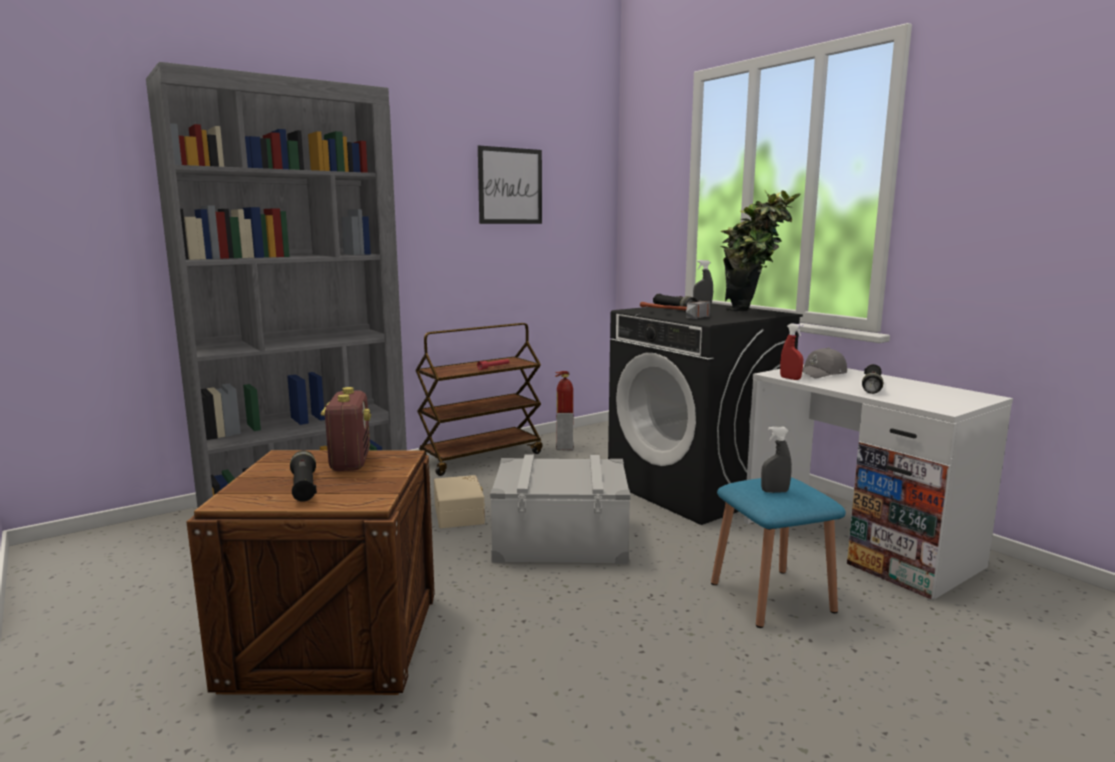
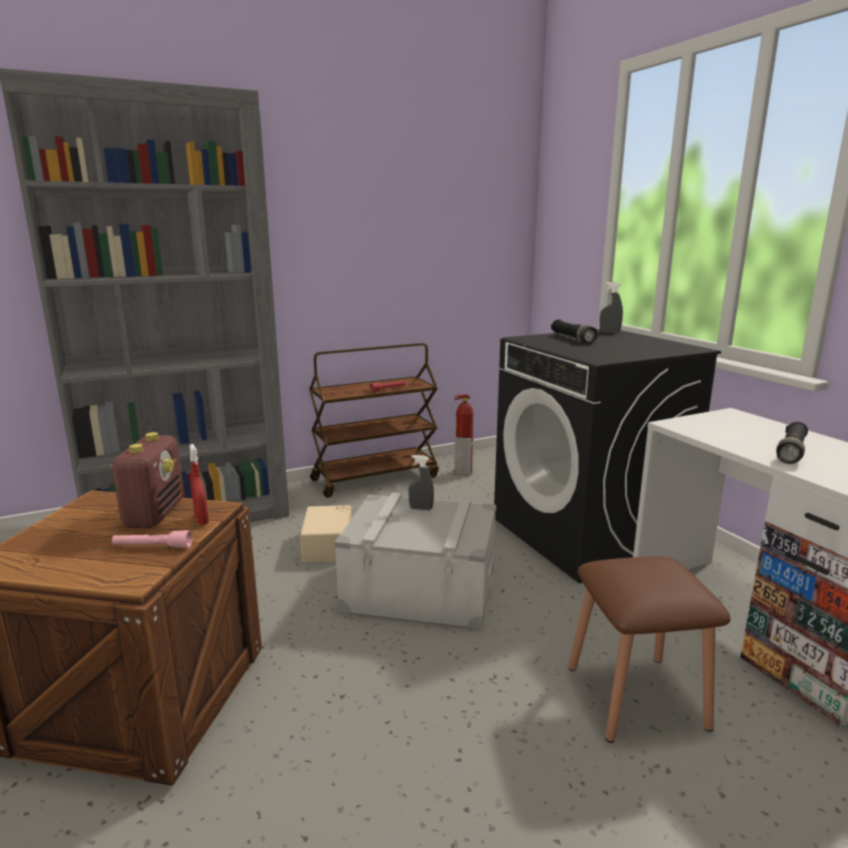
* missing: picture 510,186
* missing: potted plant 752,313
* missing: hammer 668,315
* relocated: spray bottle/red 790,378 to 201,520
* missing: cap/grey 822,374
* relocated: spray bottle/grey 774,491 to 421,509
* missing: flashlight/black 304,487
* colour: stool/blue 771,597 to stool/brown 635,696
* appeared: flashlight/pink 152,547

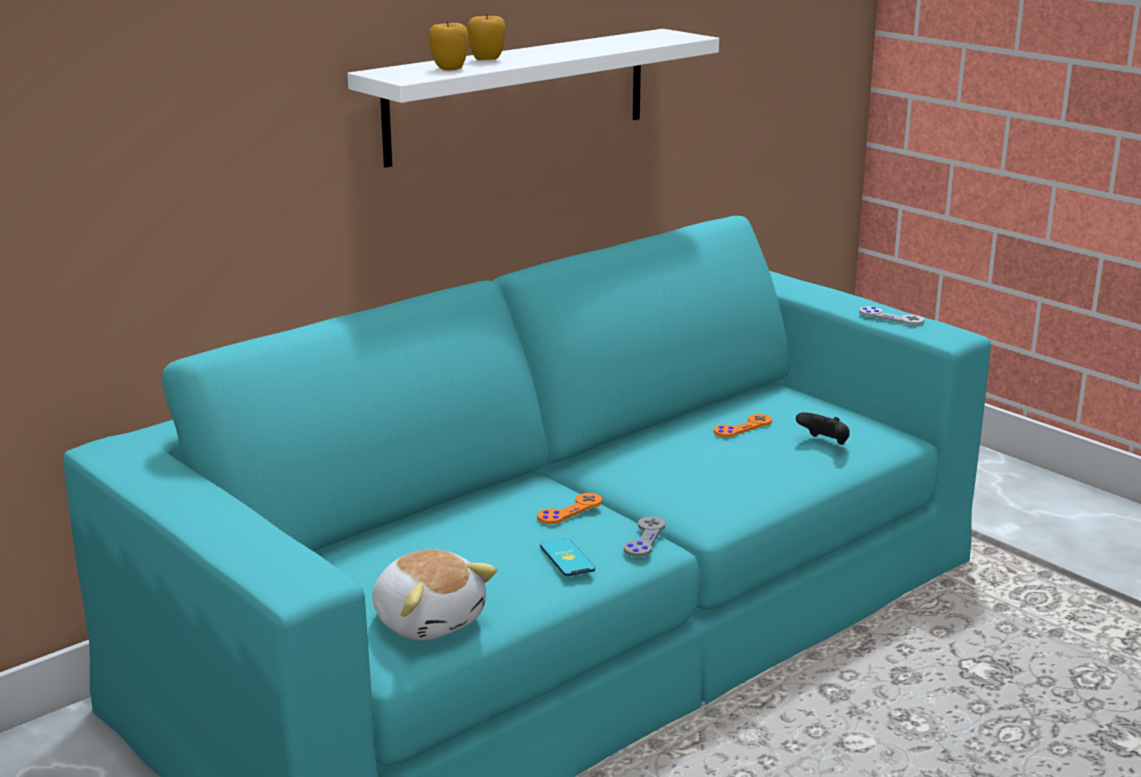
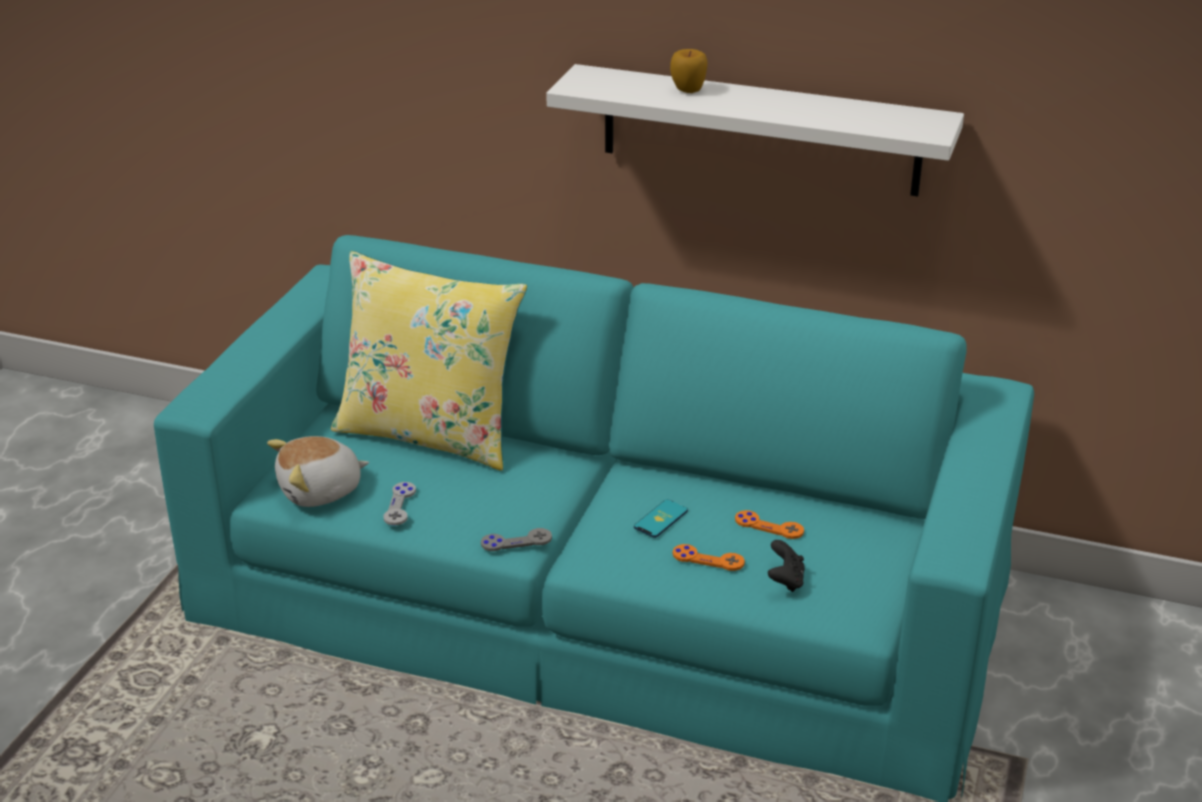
* missing: apple 449,68
* relocated: game controller/grey 891,317 to 400,505
* relocated: game controller/orange 570,510 to 708,559
* relocated: phone 567,558 to 661,519
* spun: plush toy 429,620 = 320,491 45 degrees clockwise
* appeared: pillow/yellow 430,433

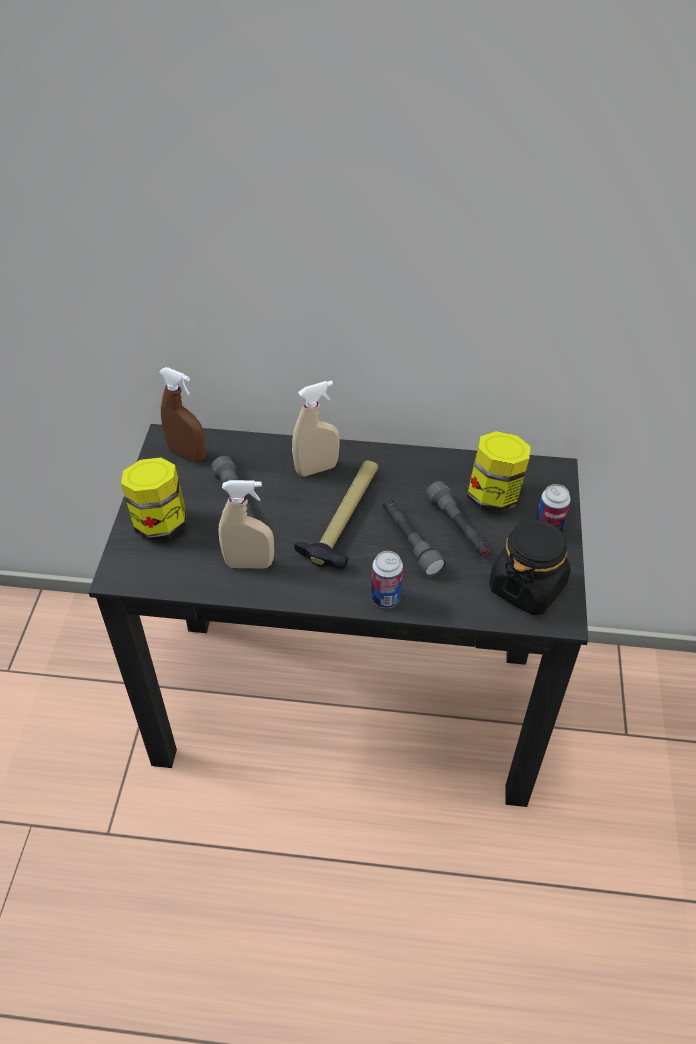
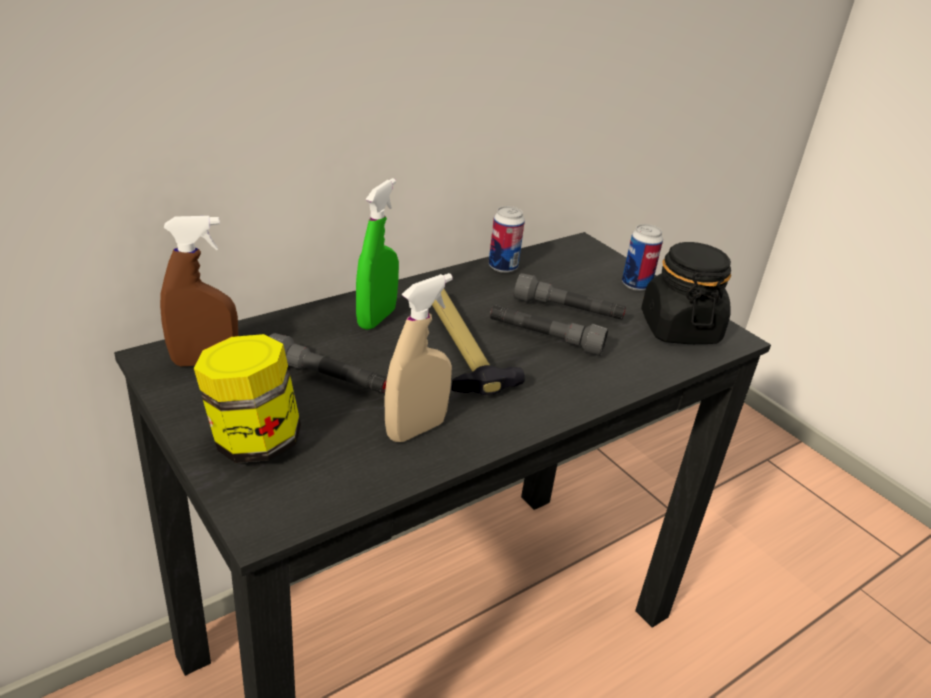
* colour: spray bottle/beige 316,469 to spray bottle/green 376,318
* missing: jar 494,496
* relocated: can 385,598 to 503,267

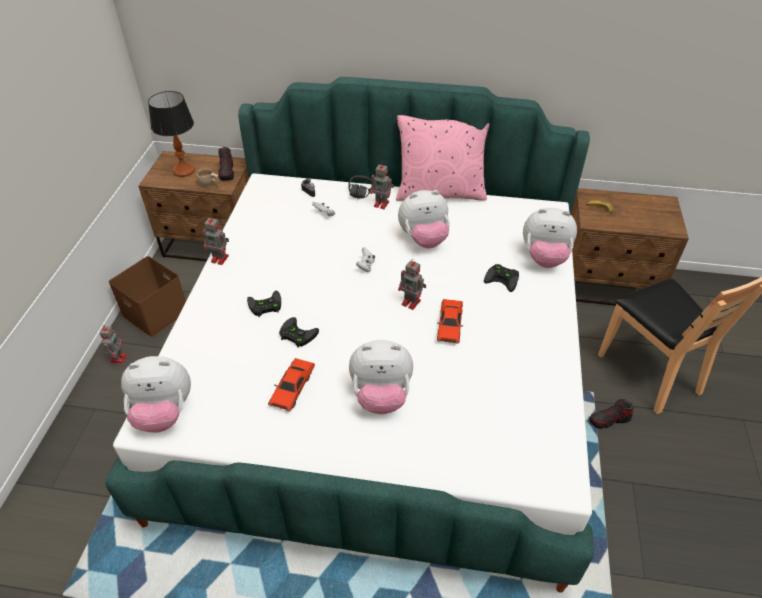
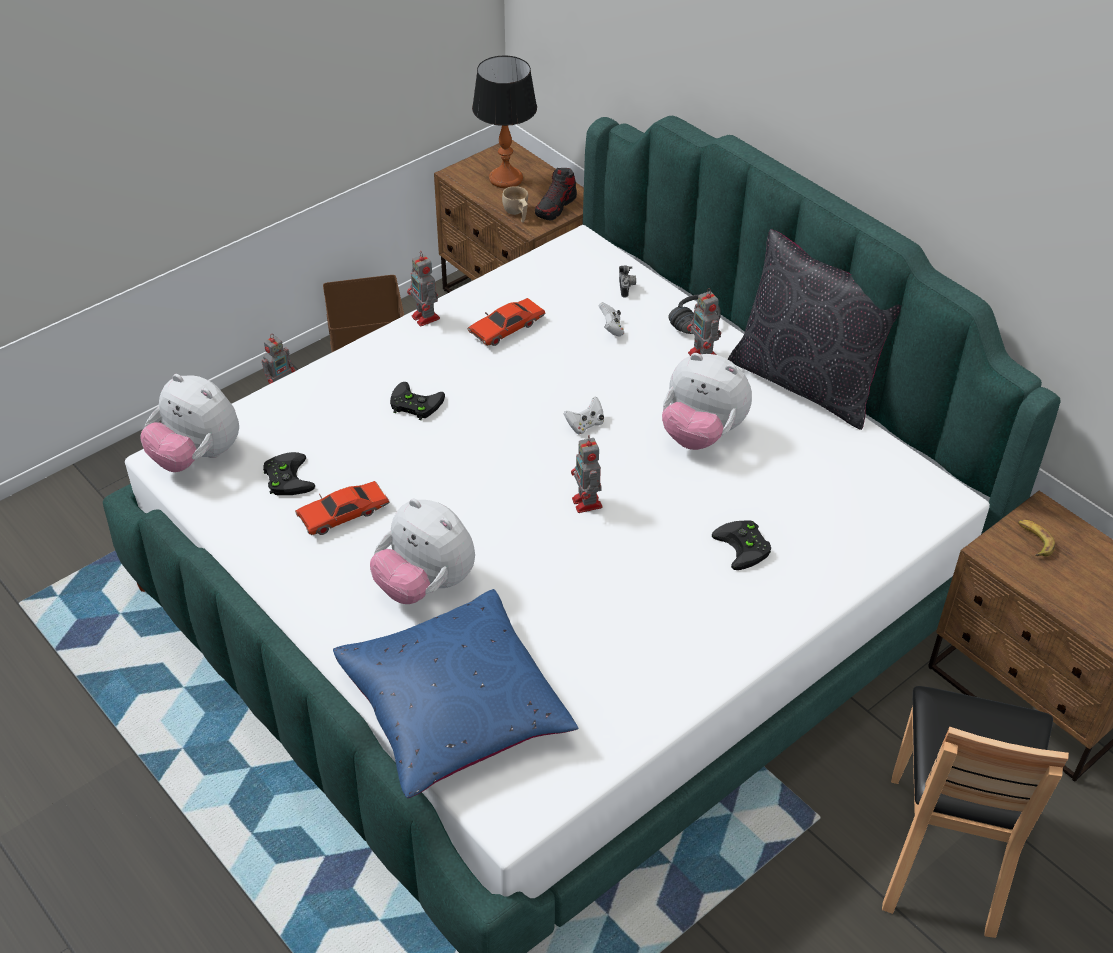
* colour: pillow/pink 440,192 to pillow/black 806,382
* missing: plush toy 544,258
* relocated: toy car/red 449,325 to 507,328
* relocated: game controller/black 296,334 to 286,477
* missing: shoe 609,420
* appeared: pillow/blue 454,708

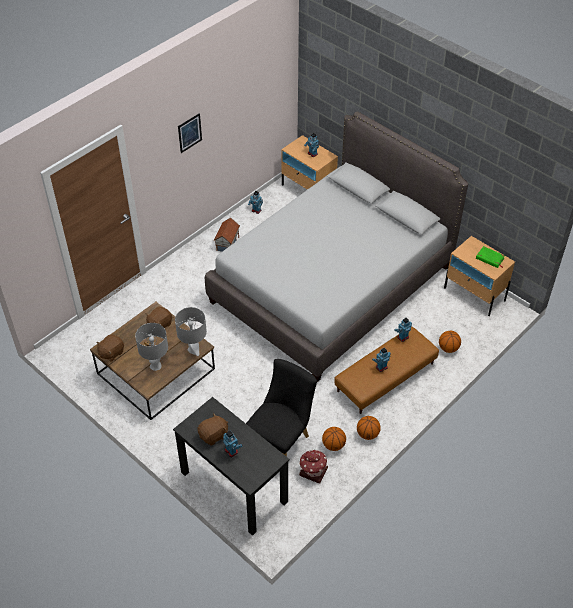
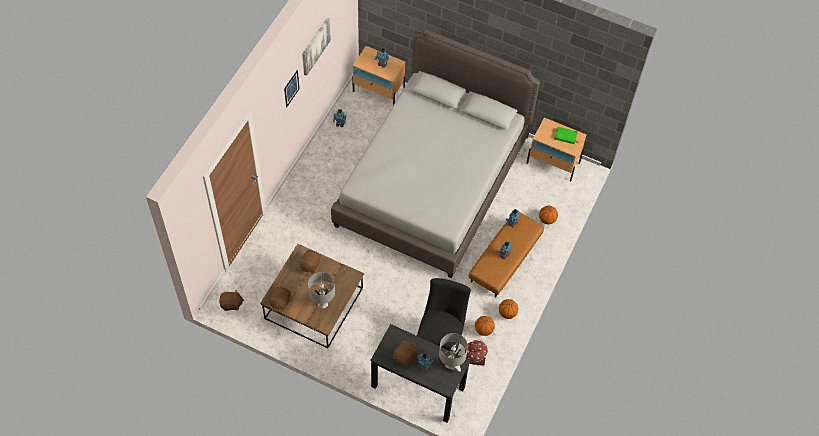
* missing: toy house 228,244
* relocated: table lamp/grey 193,350 to 451,364
* appeared: picture 315,46
* appeared: plush toy/brown 231,304

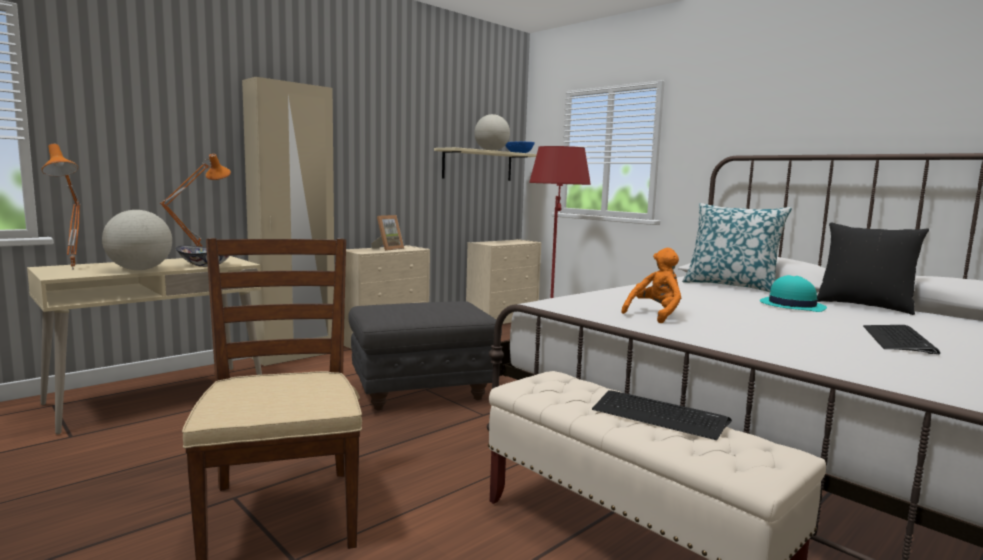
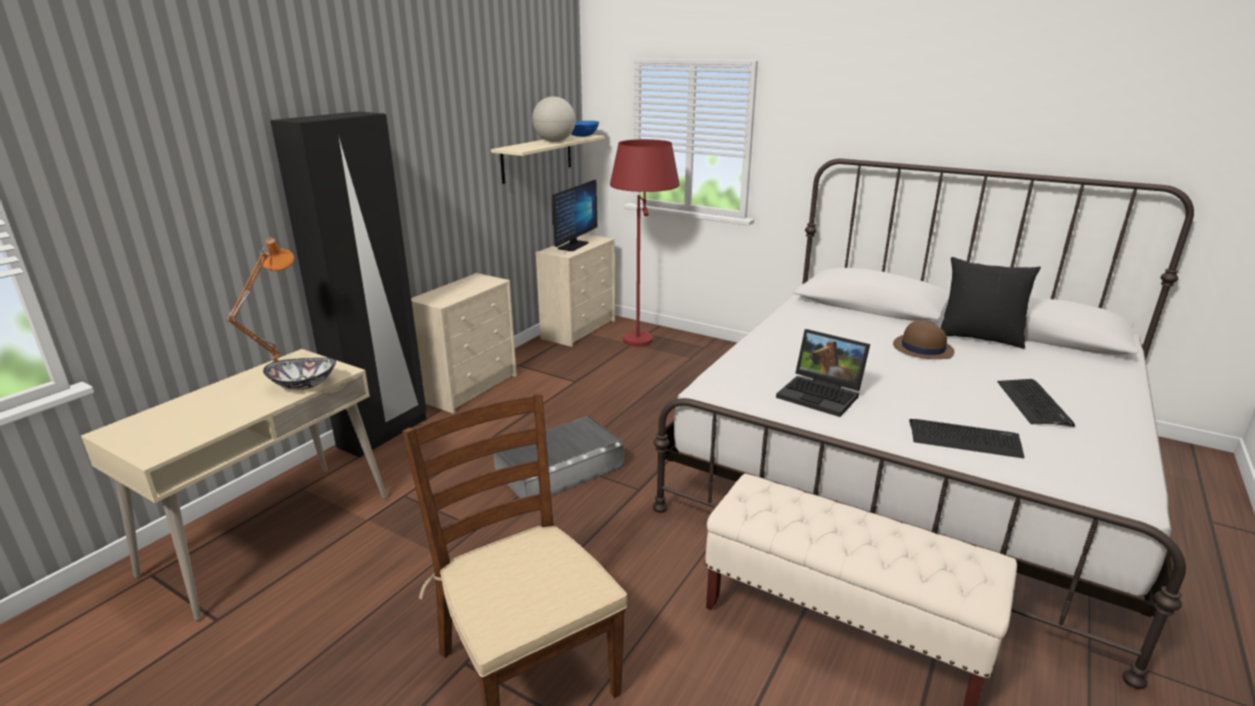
* colour: wardrobe/beige 294,355 to wardrobe/black 383,433
* missing: table lamp/orange 76,269
* missing: pillow 731,286
* missing: globe 140,269
* missing: picture frame 388,249
* exchanged: plush toy/orange 655,315 to laptop 822,394
* colour: hat/turquoise 791,305 to hat/brown 922,348
* exchanged: ottoman/grey 421,393 to storage box/grey 560,469
* relocated: keyboard 659,416 to 965,439
* appeared: monitor 573,246

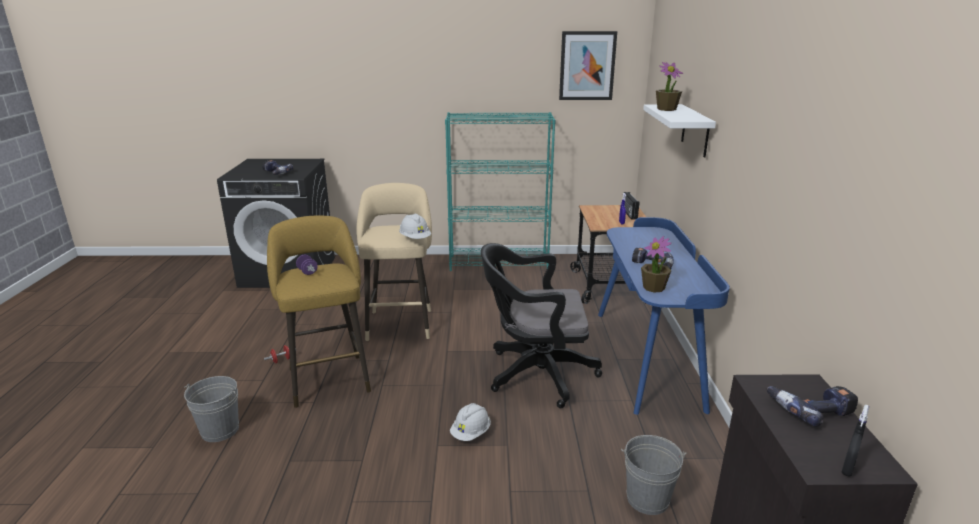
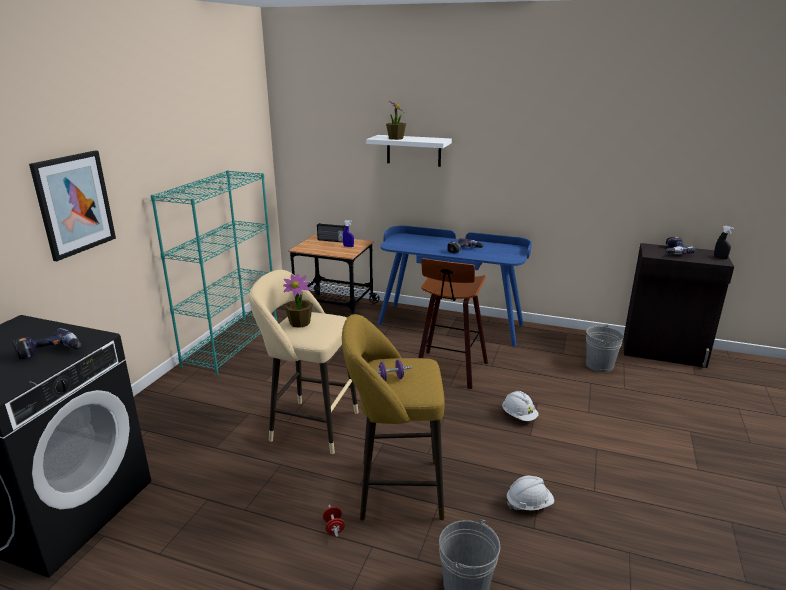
* relocated: picture 587,66 to 74,204
* relocated: hard hat/white 415,238 to 529,504
* relocated: potted plant 654,288 to 300,323
* exchanged: office chair/black 535,374 to stool 449,371

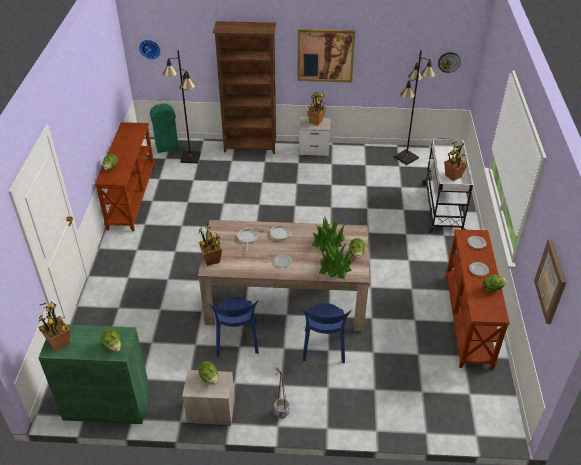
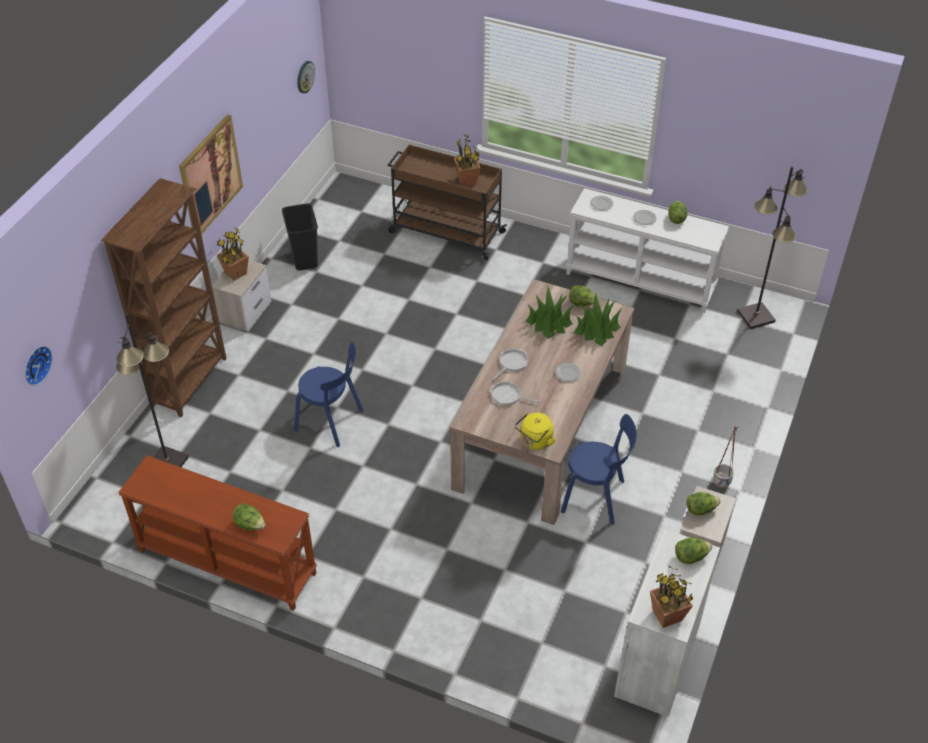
* relocated: floor lamp/black 406,158 to 756,316
* missing: trash can/green 167,148
* colour: cart/white 442,207 to cart/brown 445,232
* exchanged: potted plant 211,260 to kettle/yellow 535,442
* colour: console table/brown 469,320 to console table/white 641,280
* missing: picture 551,281
* relocated: chair/blue 324,348 to 332,421
* colour: cabinet/green 107,405 to cabinet/white 657,660
* appeared: trash can/black 304,259

